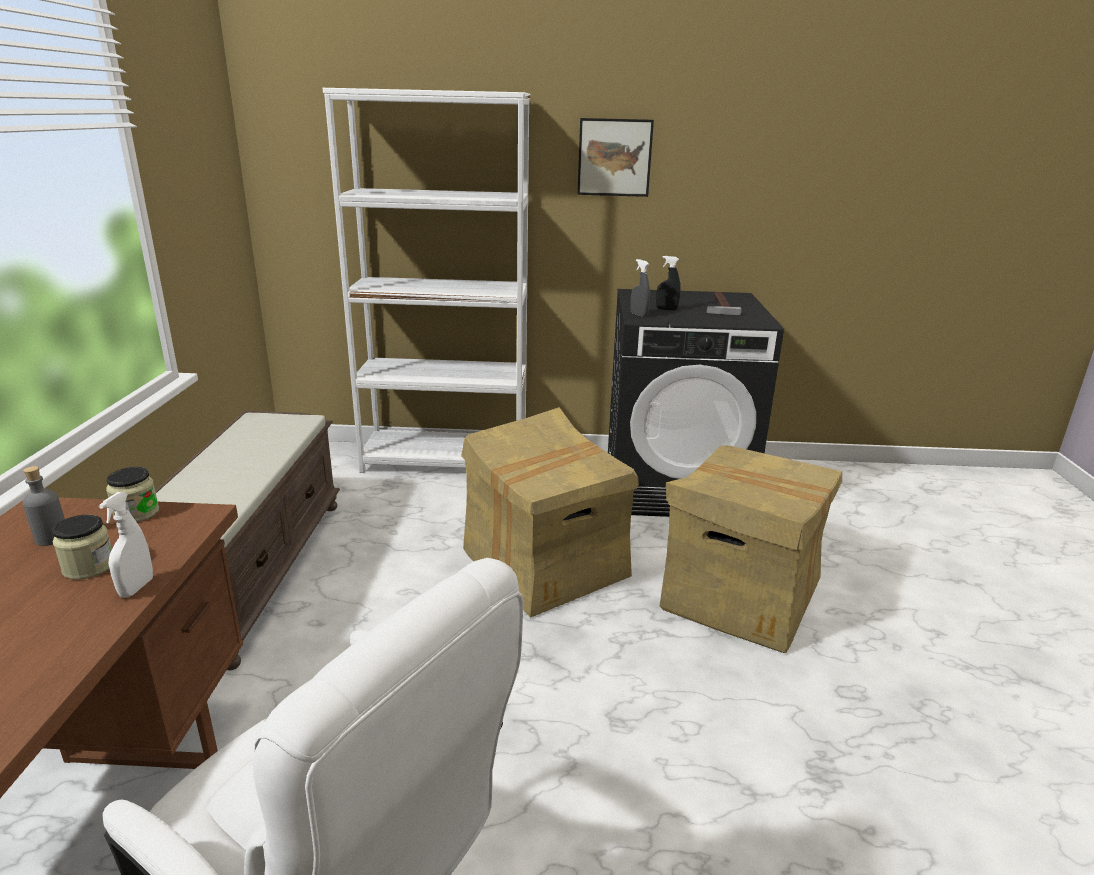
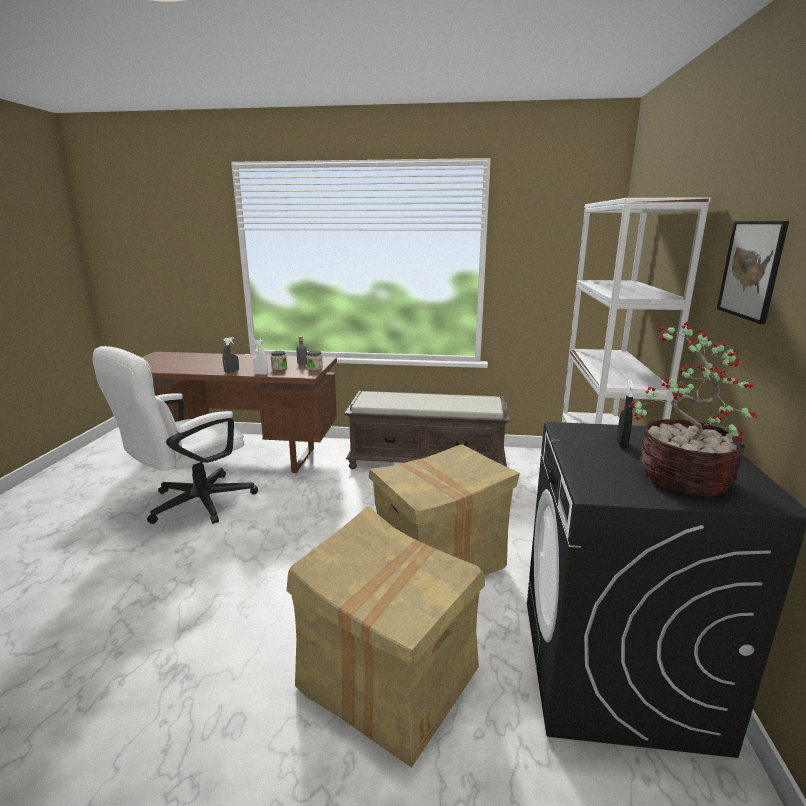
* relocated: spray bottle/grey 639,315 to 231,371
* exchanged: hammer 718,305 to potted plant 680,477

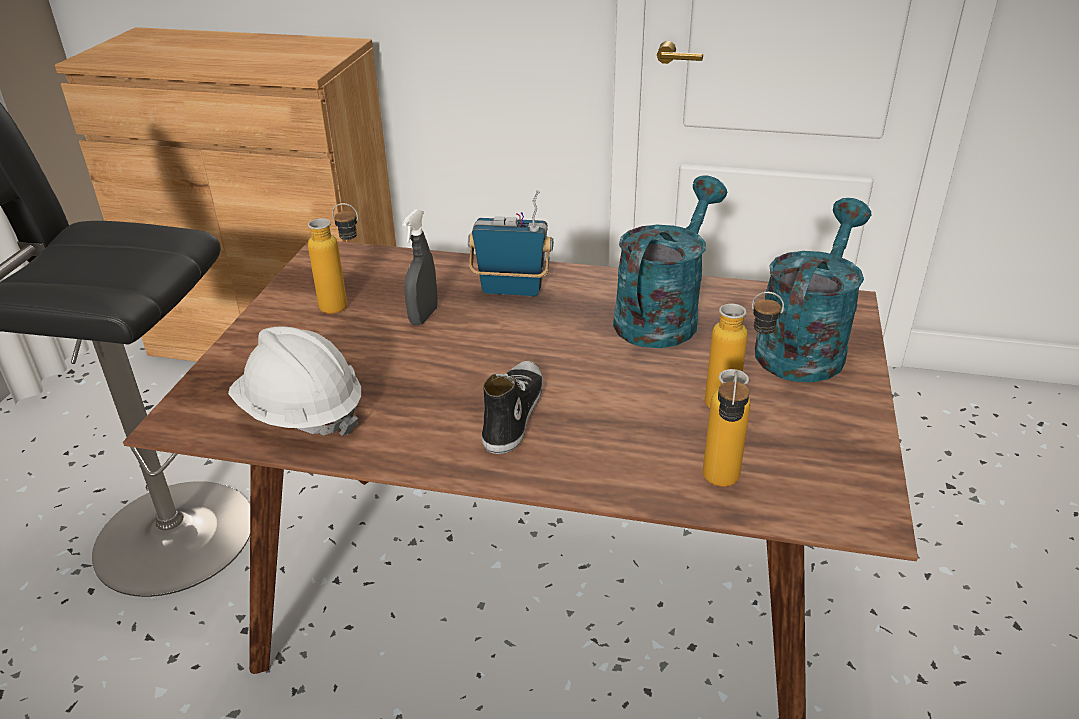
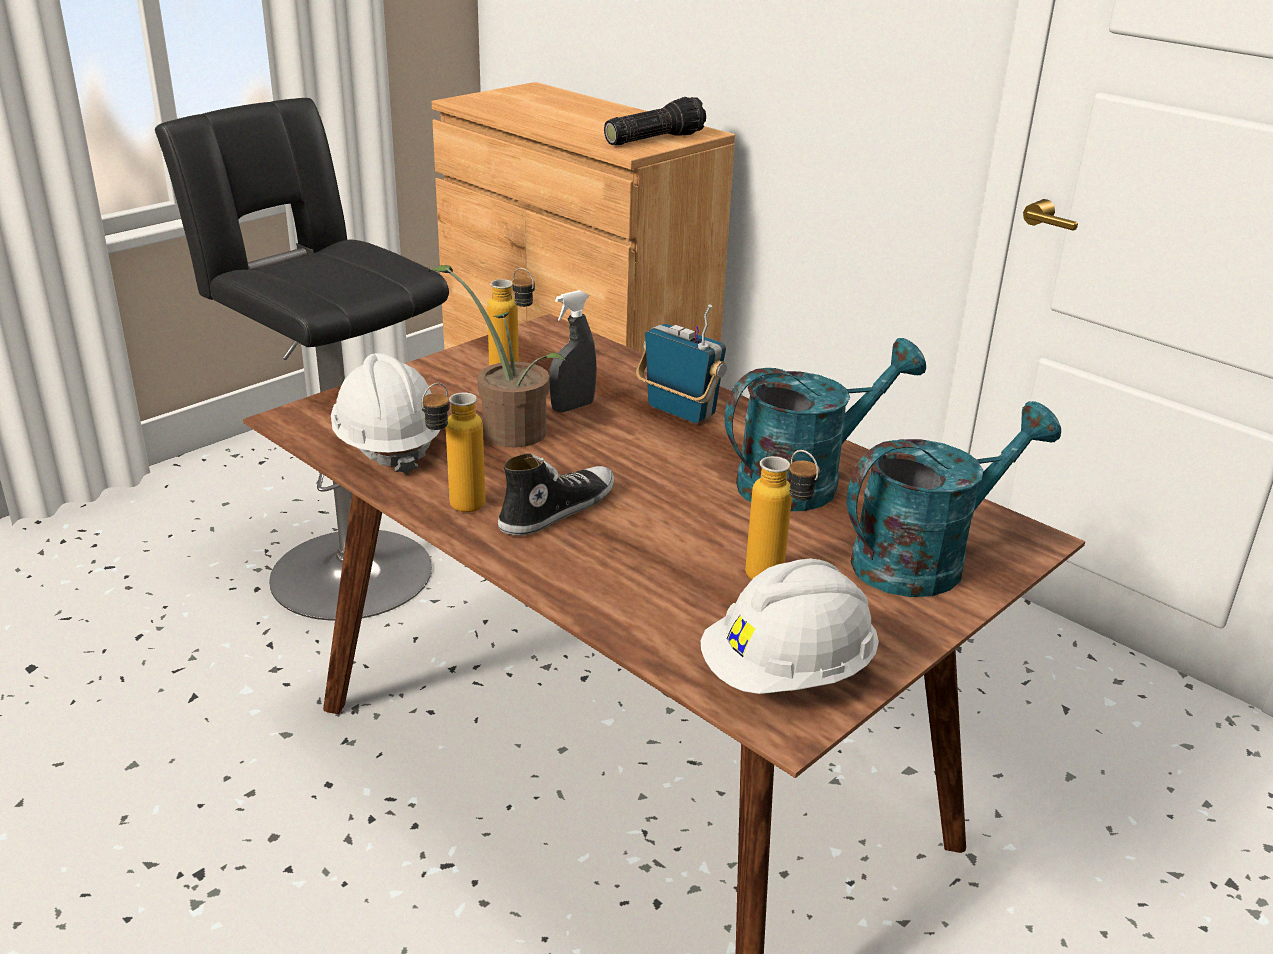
* relocated: bottle 720,486 to 455,510
* appeared: flashlight 653,138
* appeared: potted plant 507,428
* appeared: hard hat/white 788,674

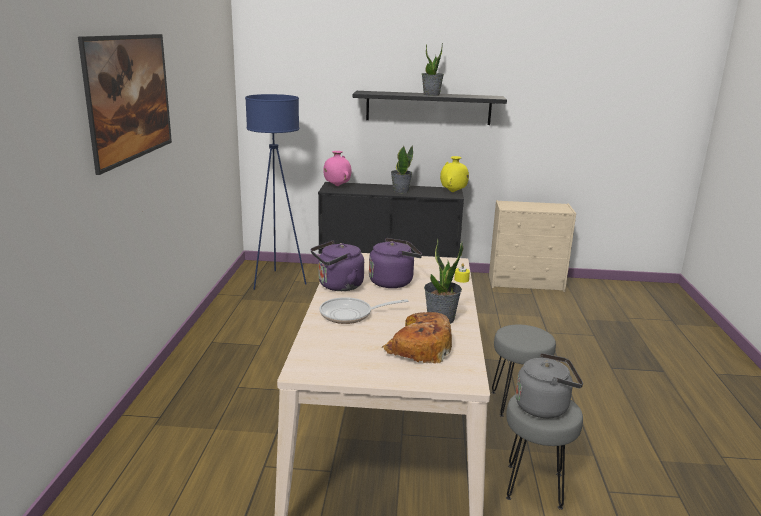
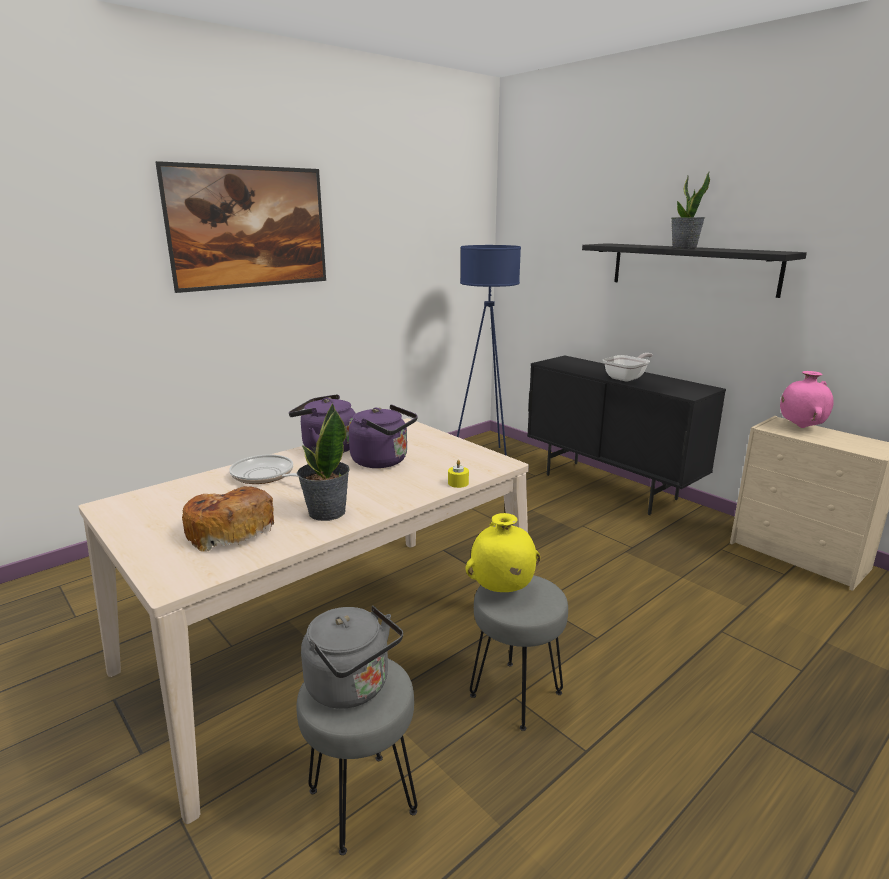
* exchanged: potted plant 400,191 to frying pan 627,378
* relocated: vase/pink 337,186 to 800,427
* relocated: vase/yellow 453,192 to 501,590

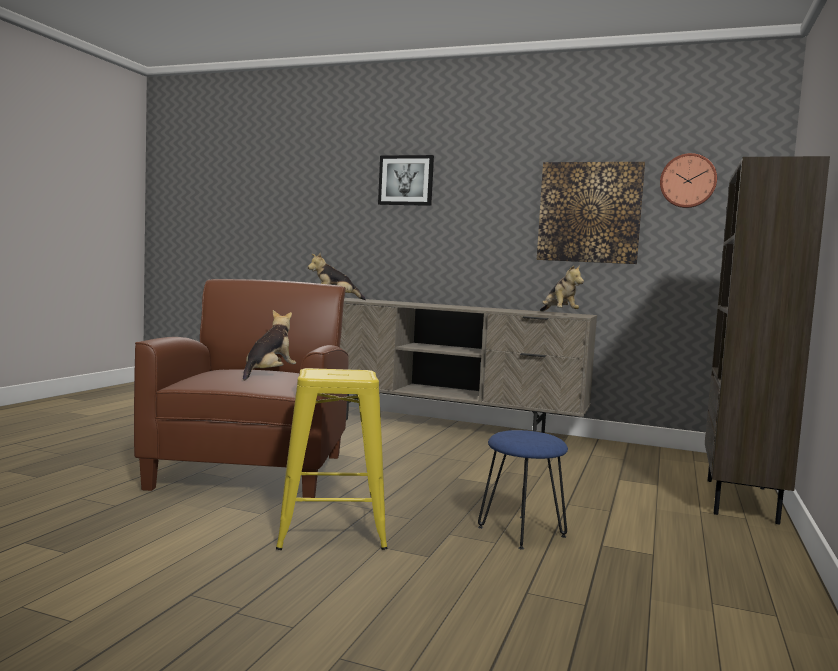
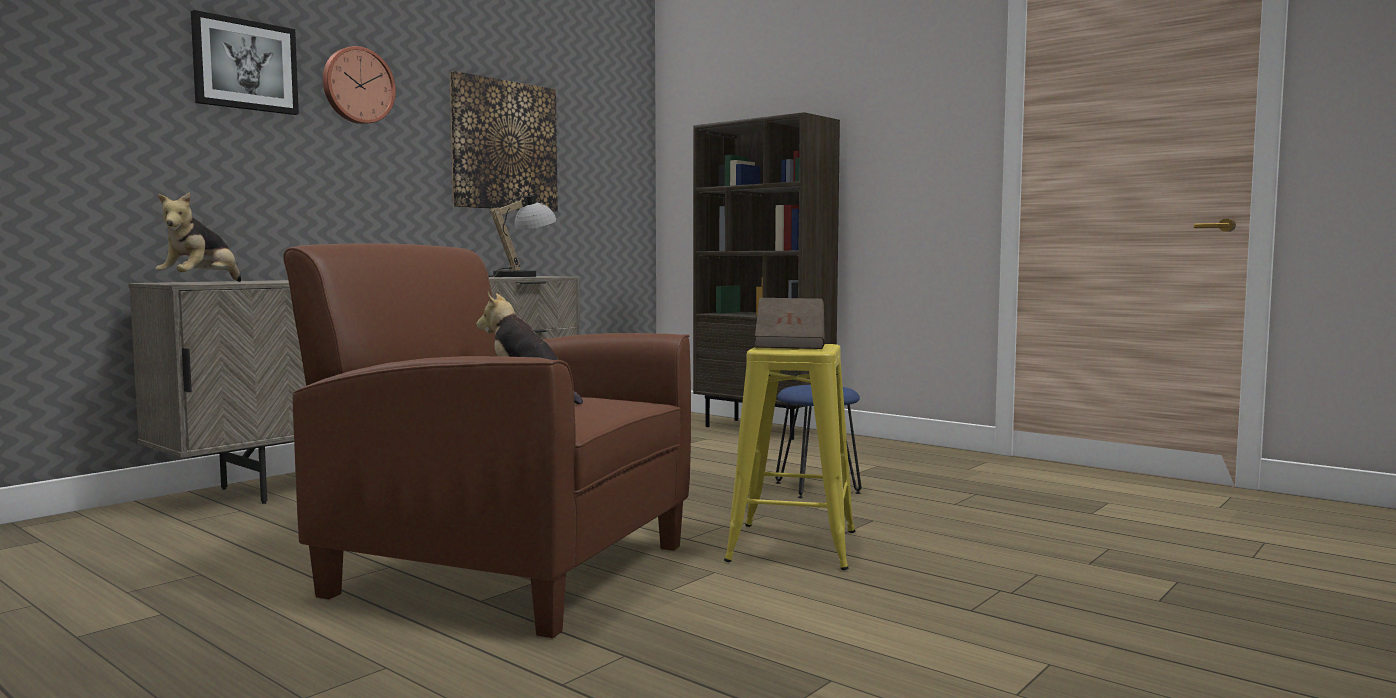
* relocated: wall clock 688,181 to 357,86
* exchanged: plush toy 558,313 to table lamp 523,276
* appeared: book/brown 790,345

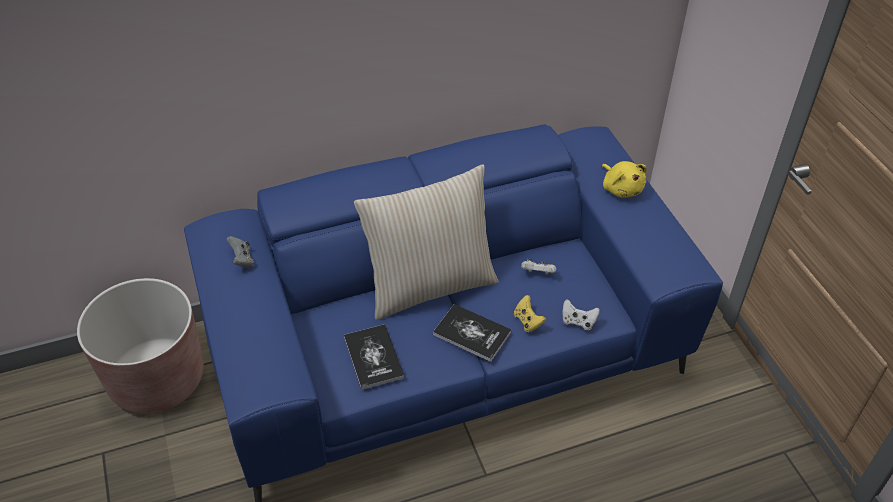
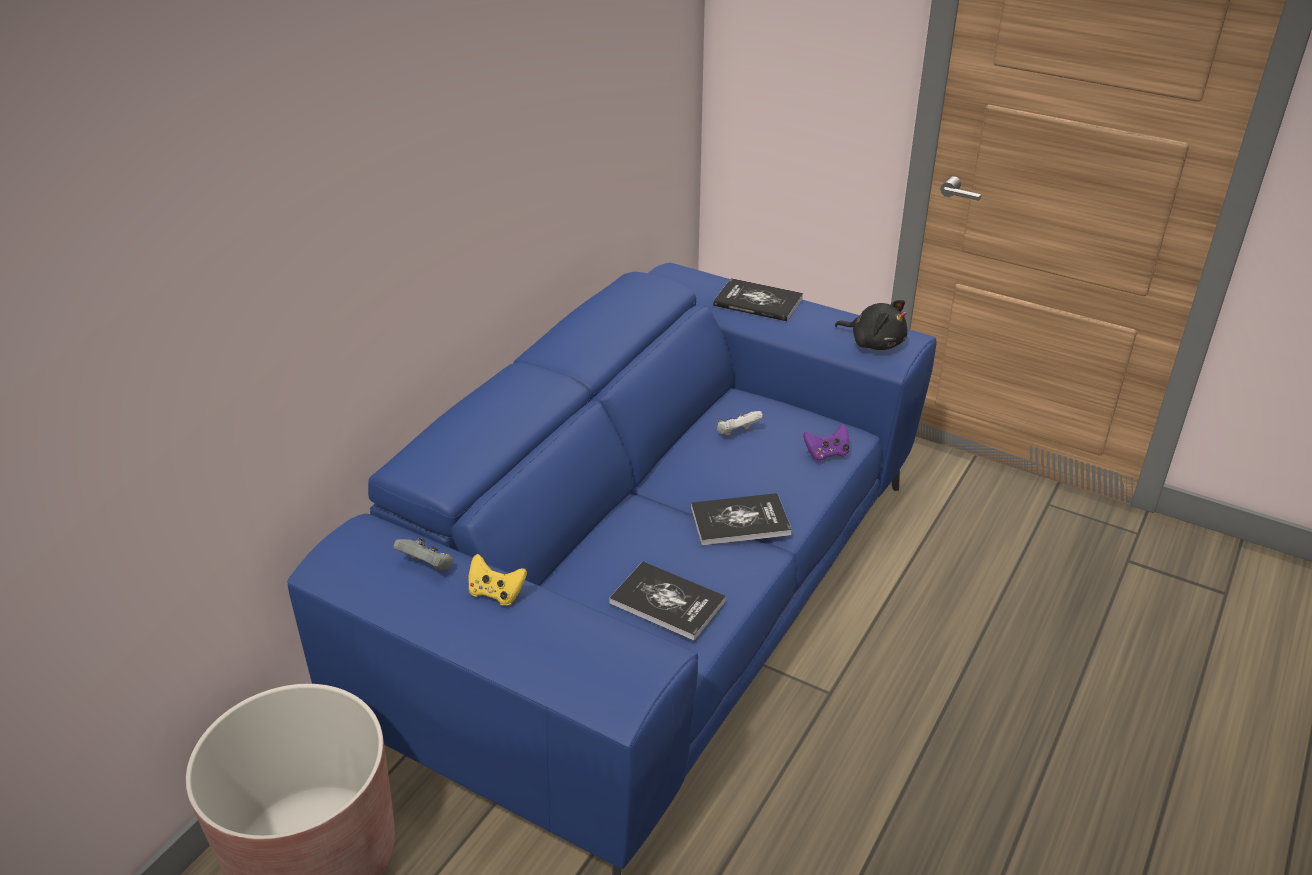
* exchanged: plush toy/yellow 621,188 to book 758,302
* missing: pillow/beige 430,285
* relocated: game controller/yellow 528,321 to 496,593
* colour: game controller/white 578,322 to game controller/purple 826,454
* appeared: plush toy/black 874,343

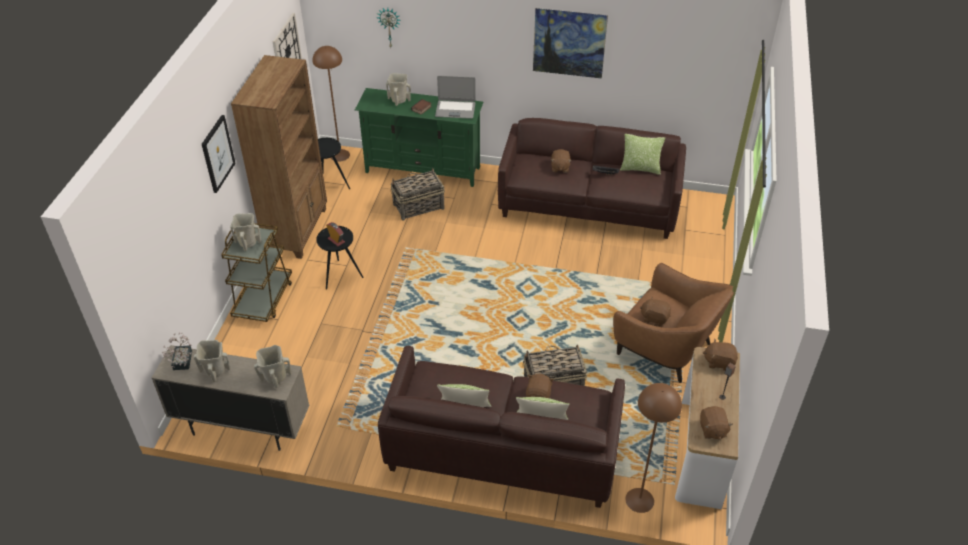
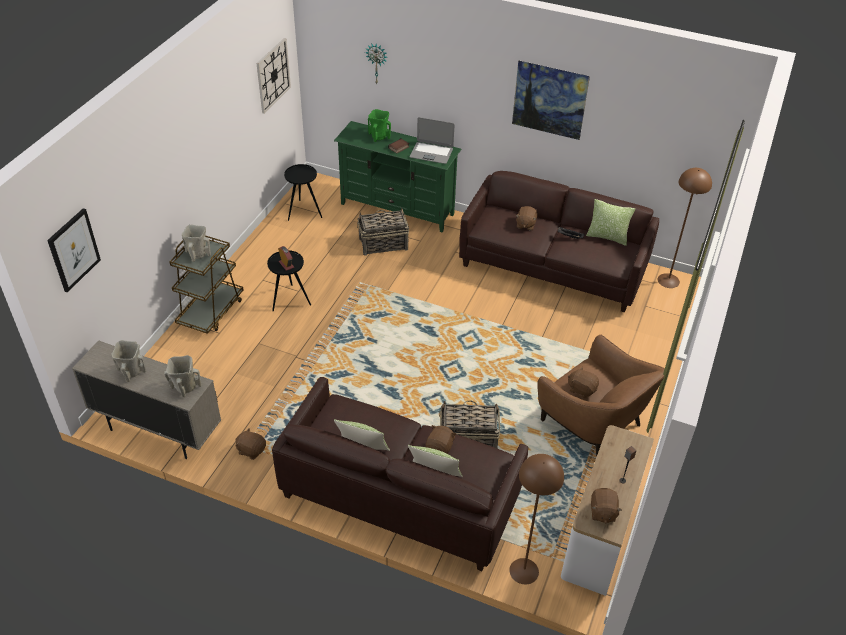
* relocated: floor lamp/brown 340,155 to 668,280
* missing: bookcase/brown 297,230
* colour: vase/beige 399,100 to vase/green 379,136
* relocated: picture 217,153 to 73,250
* missing: potted plant 181,363
* relocated: plush toy/brown 719,362 to 251,450

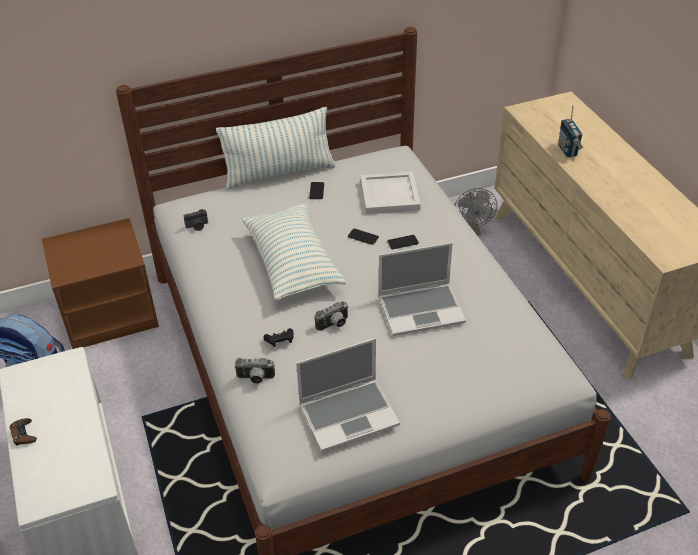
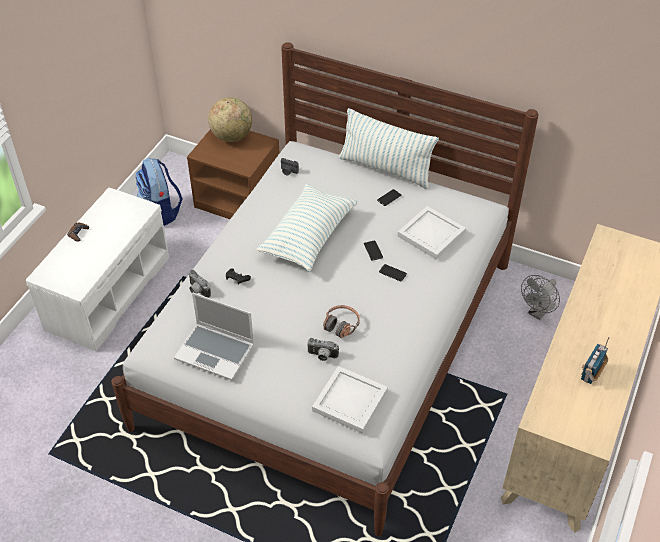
* relocated: radio 568,151 to 591,374
* exchanged: laptop 422,309 to headphones 341,325
* relocated: photo camera 334,325 to 322,356
* appeared: globe 232,136
* appeared: tray/white 350,402

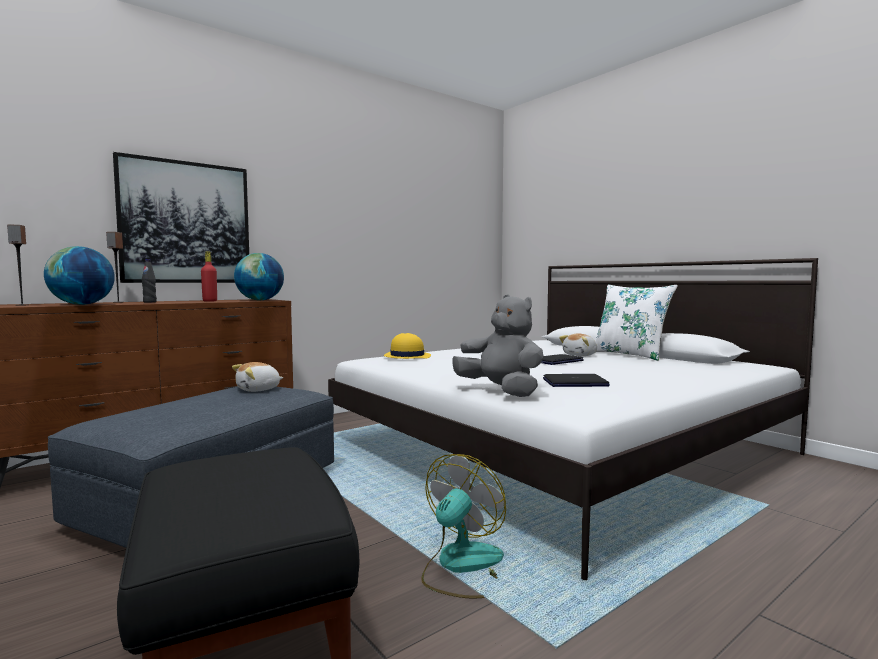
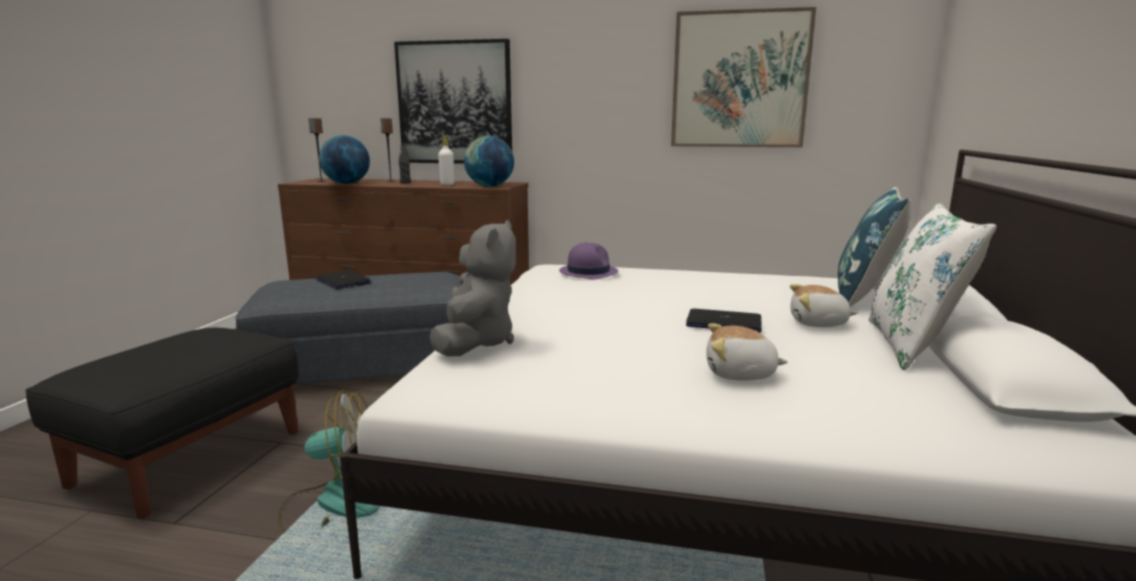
* colour: bottle/red 210,301 to bottle/white 447,184
* colour: hat/yellow 407,356 to hat/purple 588,272
* relocated: plush toy 258,390 to 740,374
* relocated: laptop 575,383 to 343,281
* appeared: picture 739,80
* appeared: pillow/blue 863,298

